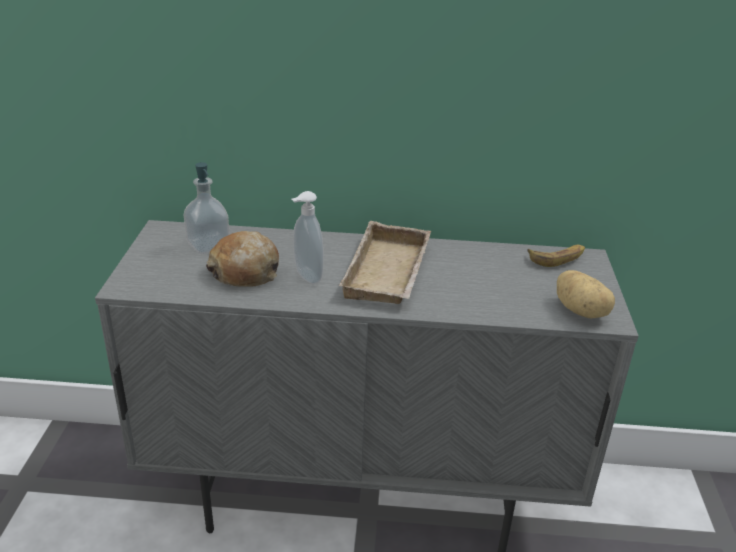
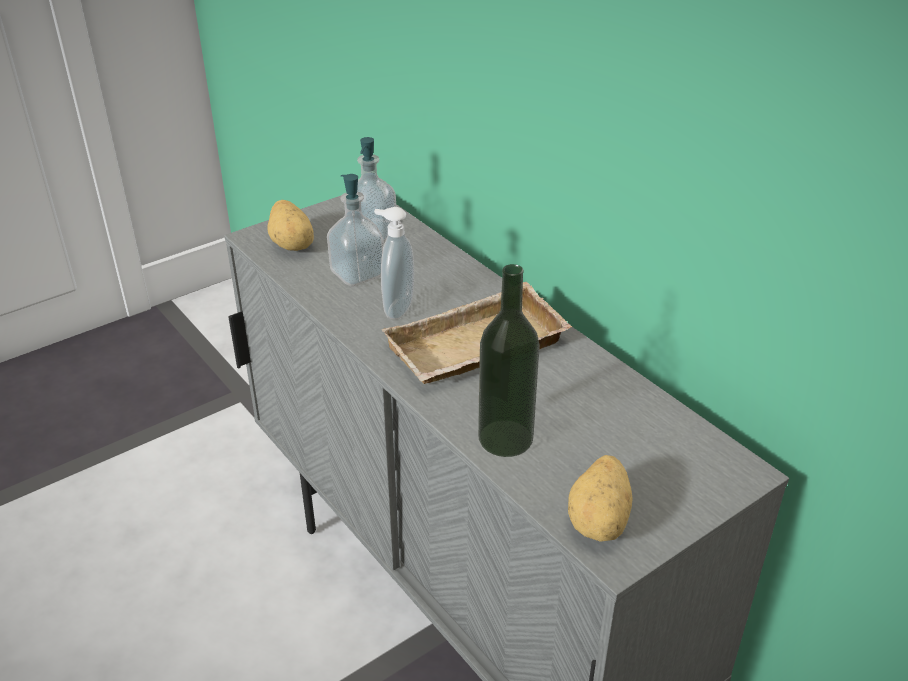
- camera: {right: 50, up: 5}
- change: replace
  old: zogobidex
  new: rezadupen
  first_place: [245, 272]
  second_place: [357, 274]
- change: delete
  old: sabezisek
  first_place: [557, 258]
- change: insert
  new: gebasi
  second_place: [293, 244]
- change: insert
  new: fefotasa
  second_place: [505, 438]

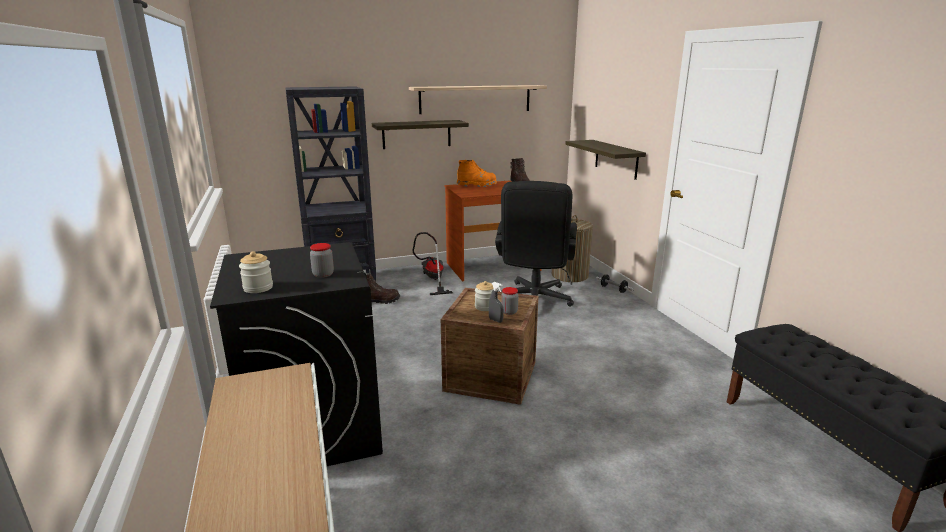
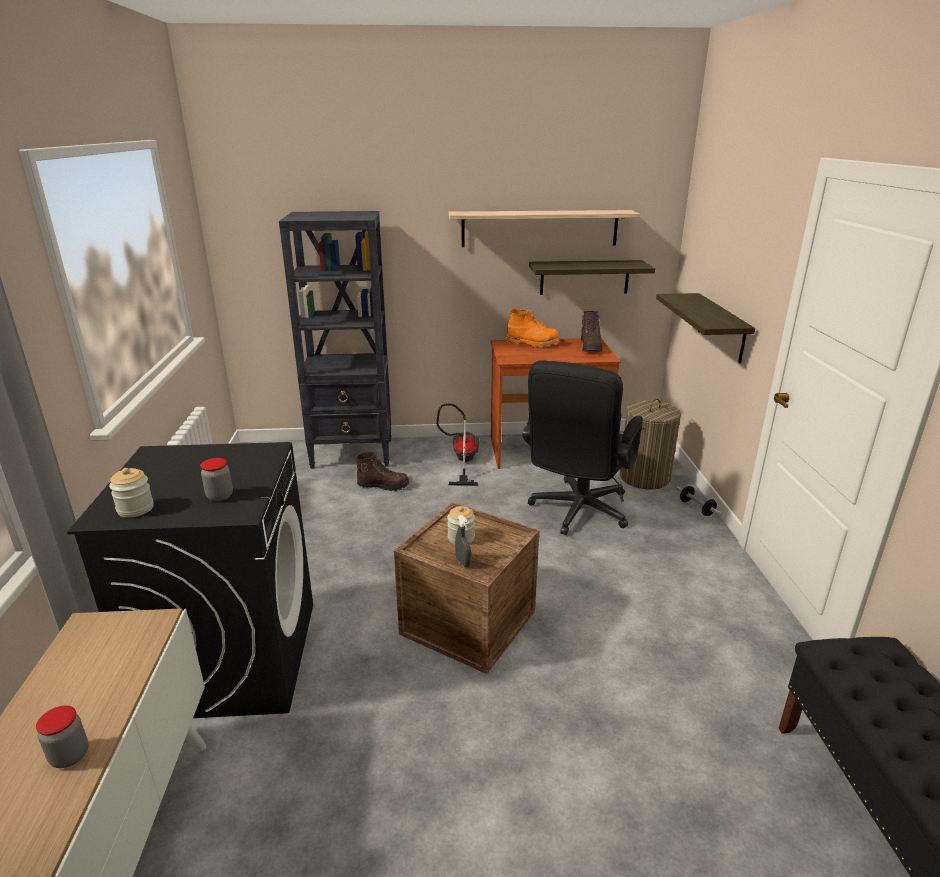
- camera: {right: 15, up: 5}
- change: move
  old: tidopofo
  first_place: [416, 134]
  second_place: [584, 277]
- change: move
  old: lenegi
  first_place: [509, 312]
  second_place: [70, 756]

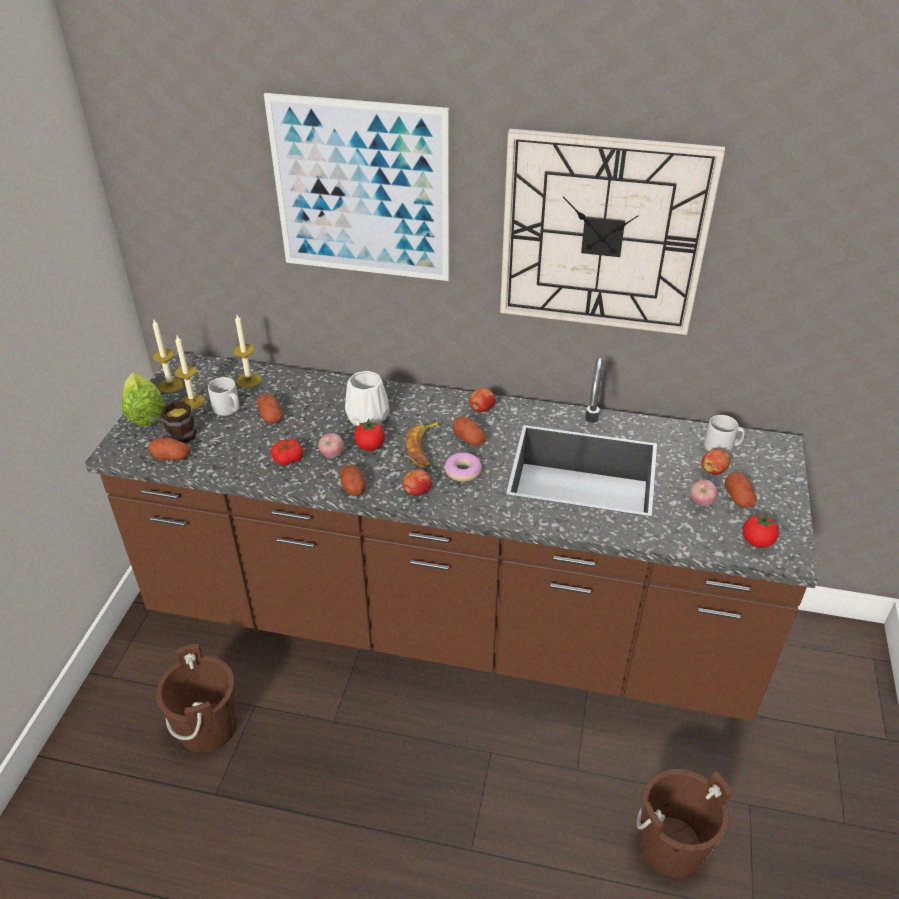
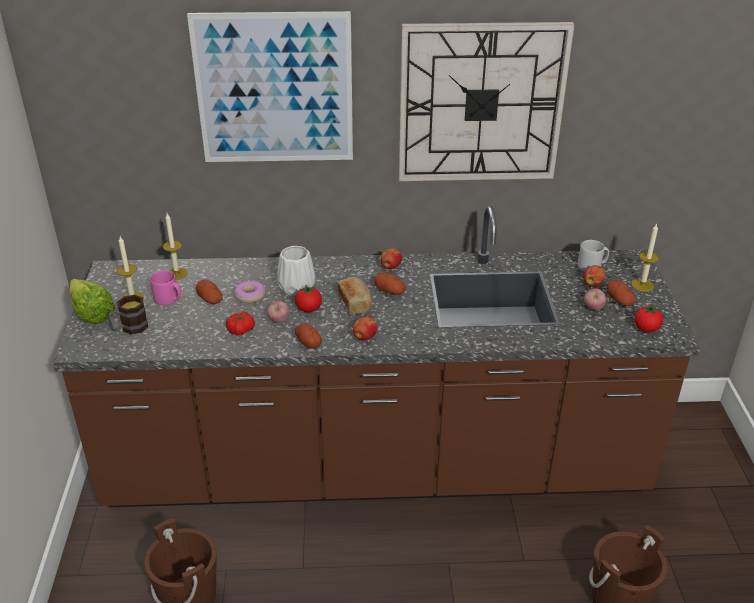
- camera: {right: -15, up: -5}
- change: delete
  old: gebasi
  first_place: [171, 457]
- change: move
  old: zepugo
  first_place: [170, 385]
  second_place: [642, 285]
- change: recolor
  old: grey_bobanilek
  new: pink_bobanilek
  first_place: [228, 409]
  second_place: [168, 299]
- change: replace
  old: sabezisek
  new: zogobidex
  first_place: [424, 447]
  second_place: [356, 303]
- change: move
  old: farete
  first_place: [463, 471]
  second_place: [250, 296]

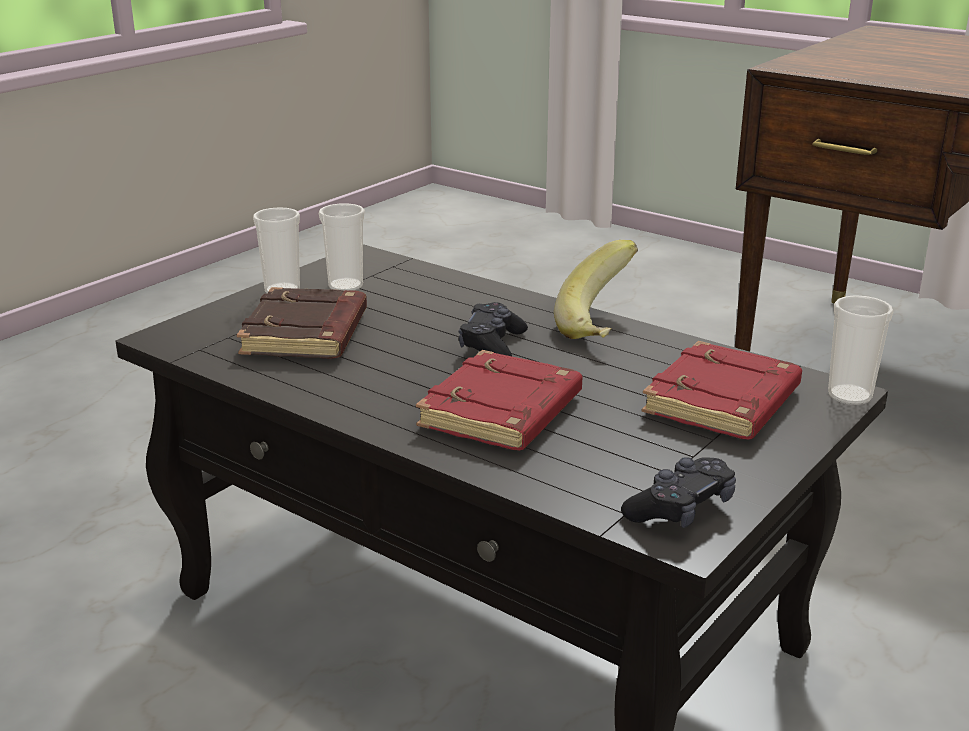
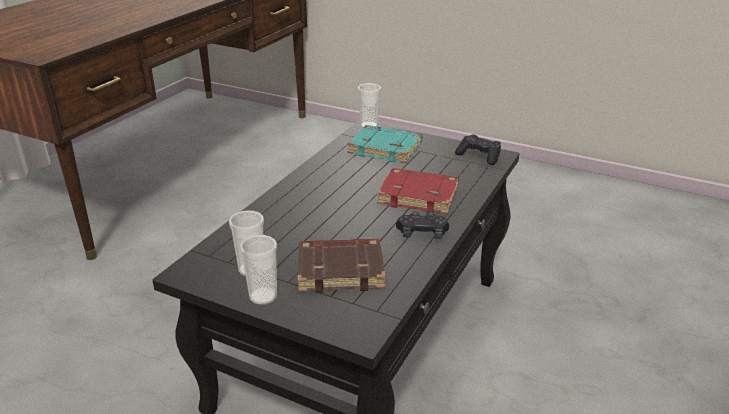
- camera: {right: -100, up: 5}
- change: move
  old: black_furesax
  first_place: [492, 345]
  second_place: [422, 233]
- change: delete
  old: sabezisek
  first_place: [604, 326]
- change: recolor
  old: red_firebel
  new: turquoise_firebel
  first_place: [723, 403]
  second_place: [386, 148]

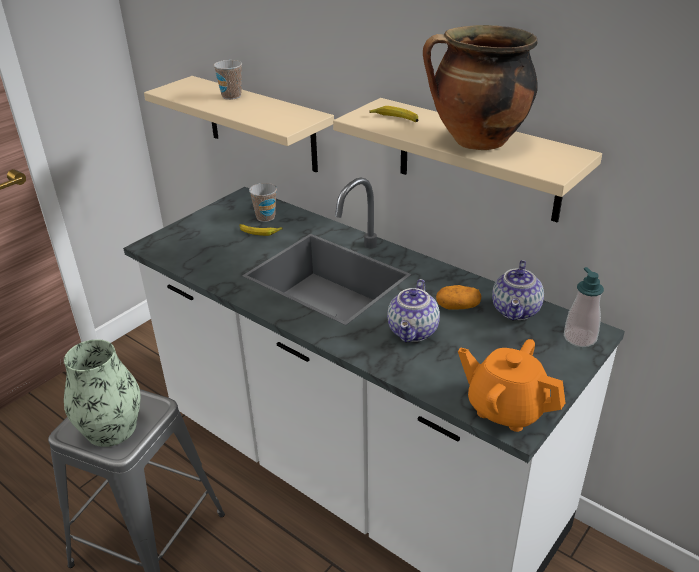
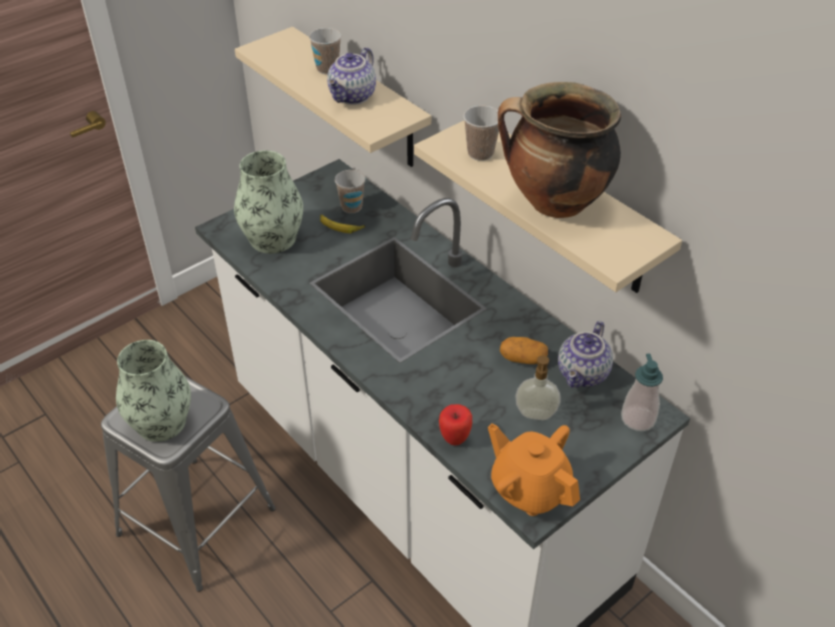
- camera: {right: 10, up: 10}
- change: replace
  old: sabezisek
  new: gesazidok
  first_place: [395, 119]
  second_place: [480, 153]
- change: move
  old: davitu
  first_place: [414, 332]
  second_place: [353, 97]
- change: insert
  new: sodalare
  second_place: [272, 238]
- change: insert
  new: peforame
  second_place: [455, 438]
- change: insert
  new: rezadupen
  second_place: [535, 415]

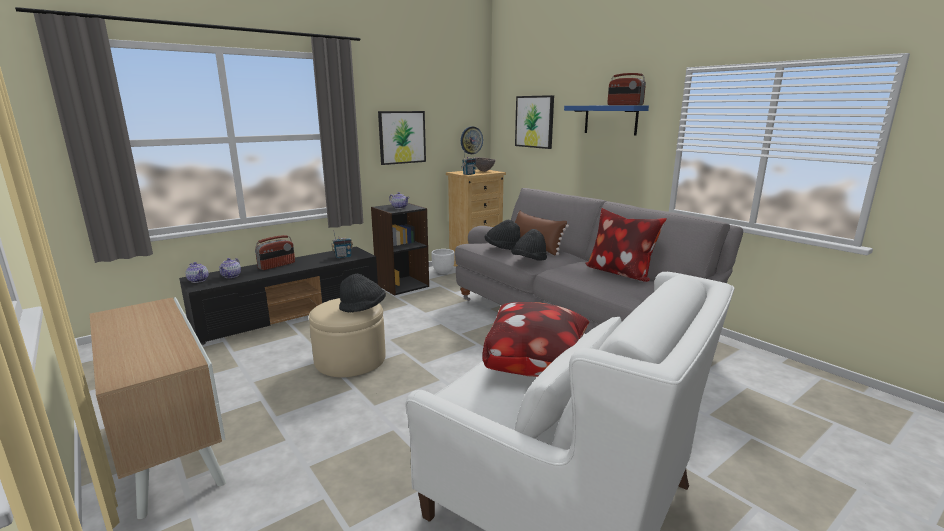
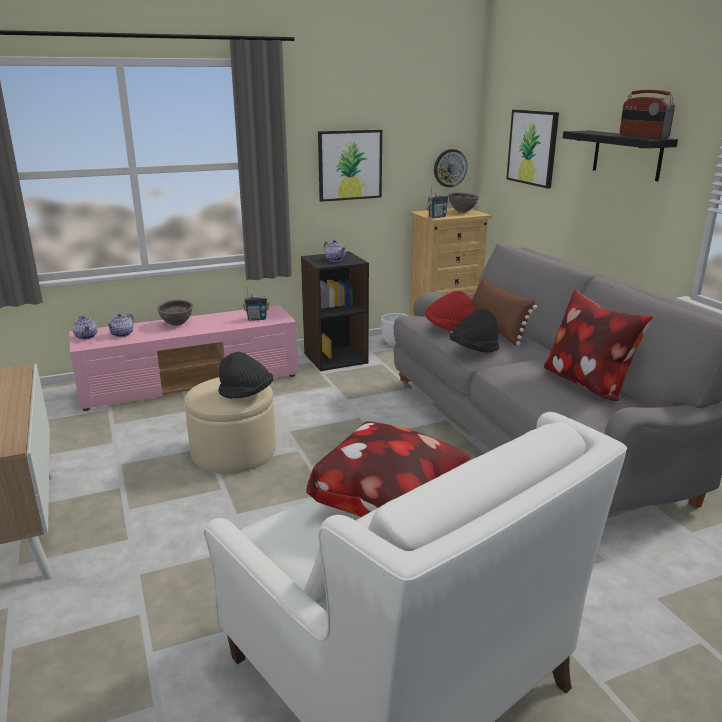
- camera: {right: 15, up: 5}
- change: recolor
  old: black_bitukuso
  new: pink_bitukuso
  first_place: [291, 313]
  second_place: [192, 382]
- change: replace
  old: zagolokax
  new: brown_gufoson
  first_place: [277, 265]
  second_place: [177, 325]
- change: recolor
  old: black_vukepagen
  new: red_vukepagen
  first_place: [502, 248]
  second_place: [449, 328]
- change: recolor
  old: blue_tidopofo
  new: black_tidopofo
  first_place: [610, 119]
  second_place: [627, 155]

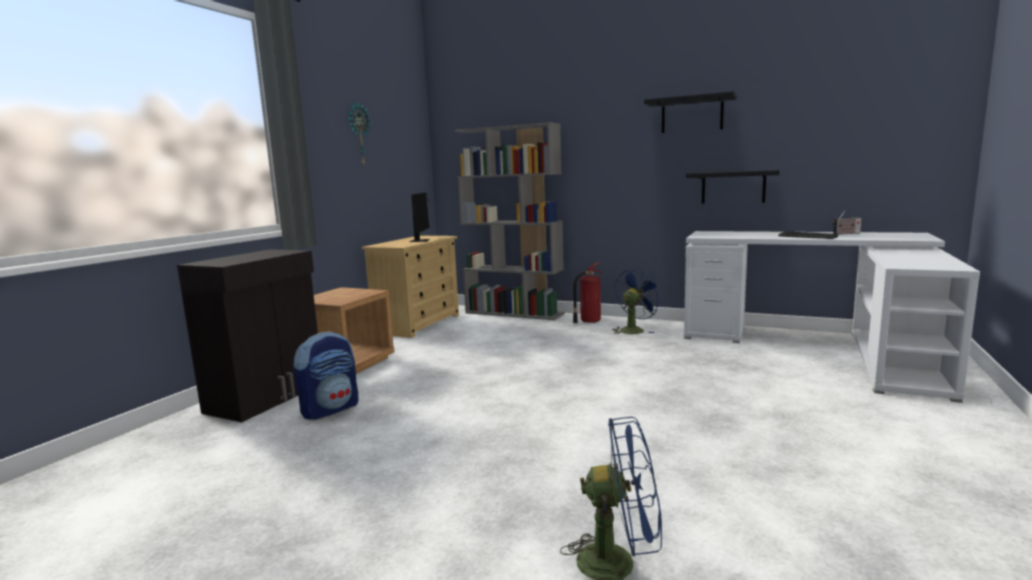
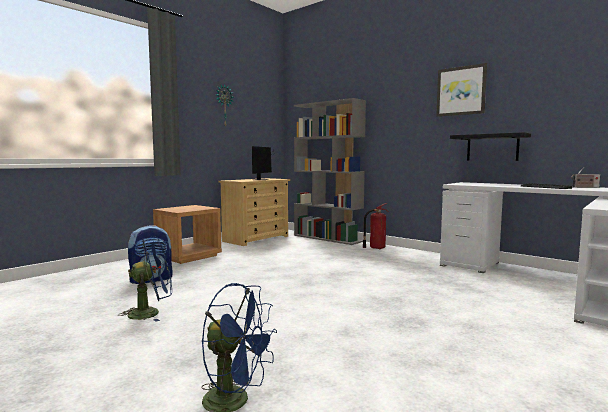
- camera: {right: 15, up: -5}
- change: delete
  old: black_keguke
  first_place: [268, 397]
- change: move
  old: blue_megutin
  first_place: [634, 330]
  second_place: [151, 313]
- change: replace
  old: black_tidopofo
  new: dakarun
  first_place: [692, 115]
  second_place: [461, 91]

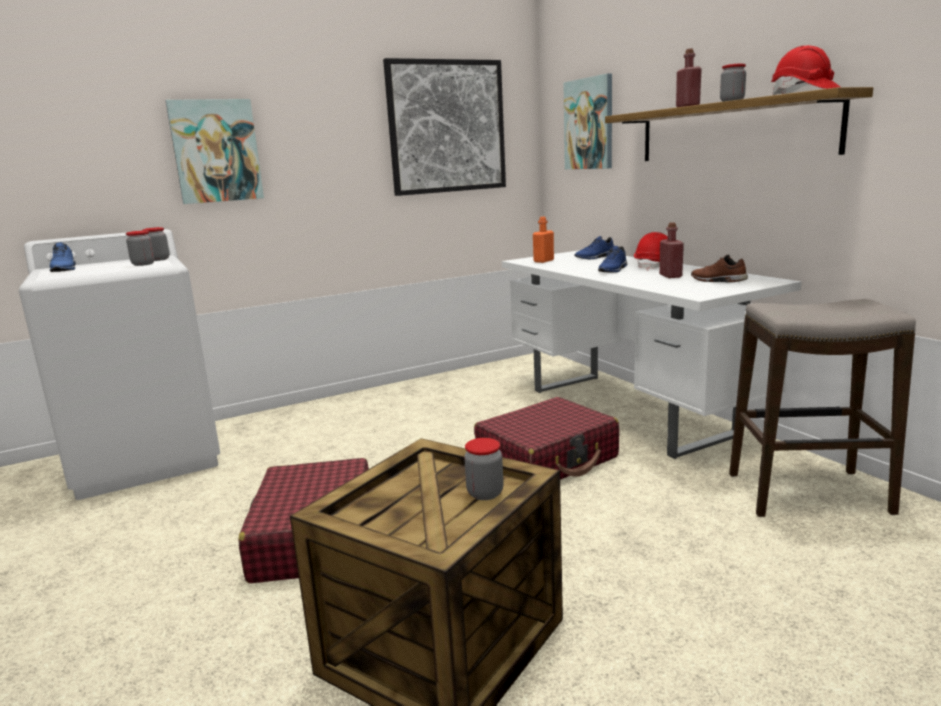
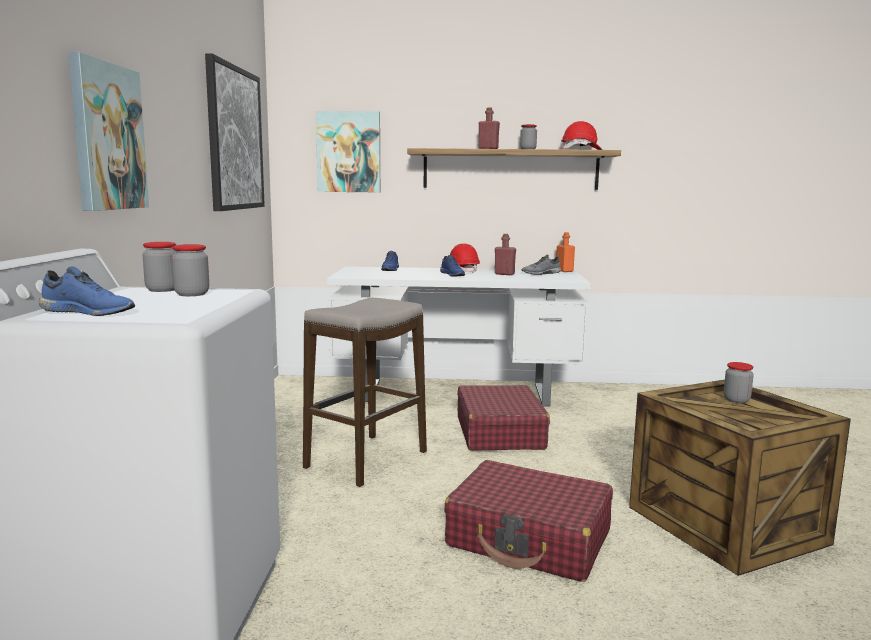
- camera: {right: -60, up: -5}
- change: move
  old: orange_fefotasa
  first_place: [543, 261]
  second_place: [564, 271]
- change: recolor
  old: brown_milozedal
  new: grey_milozedal
  first_place: [717, 281]
  second_place: [541, 273]
- change: move
  old: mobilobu
  first_place: [808, 494]
  second_place: [367, 460]

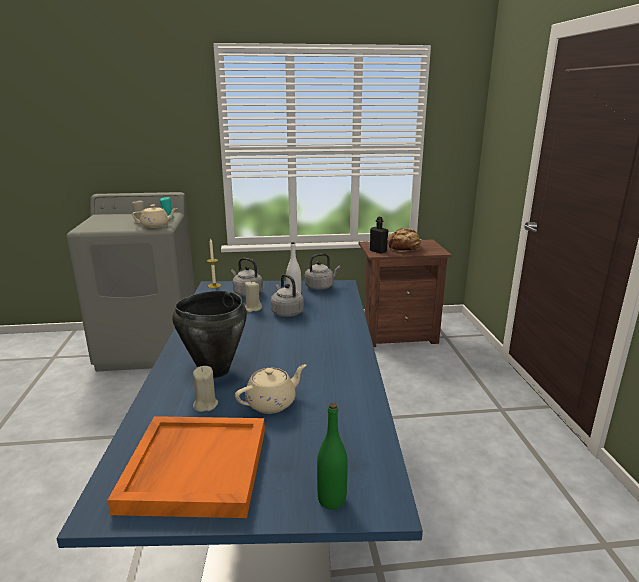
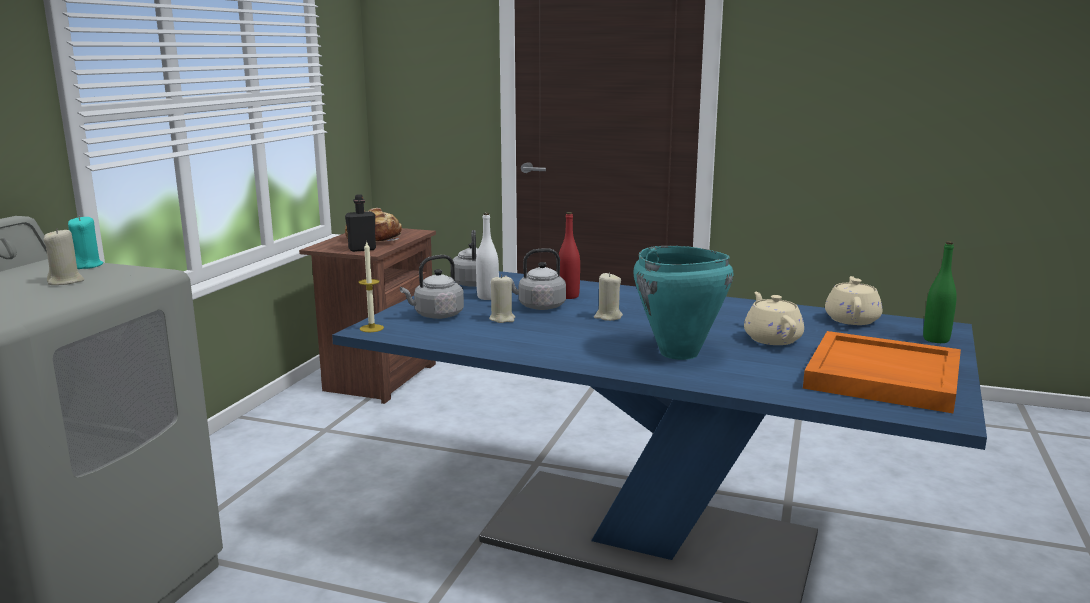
- camera: {right: -65, up: -5}
- change: move
  old: beige_davitu
  first_place: [156, 226]
  second_place: [852, 319]
- change: recolor
  old: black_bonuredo
  new: turquoise_bonuredo
  first_place: [214, 371]
  second_place: [679, 353]
- change: move
  old: beige_zepugo
  first_place: [205, 404]
  second_place: [608, 317]
- change: insert
  new: red_fefotasa
  second_place: [568, 296]

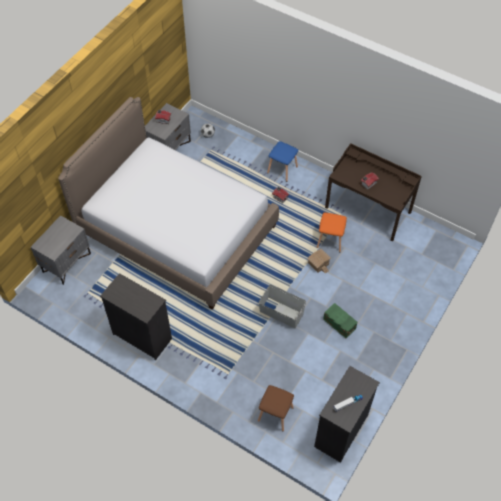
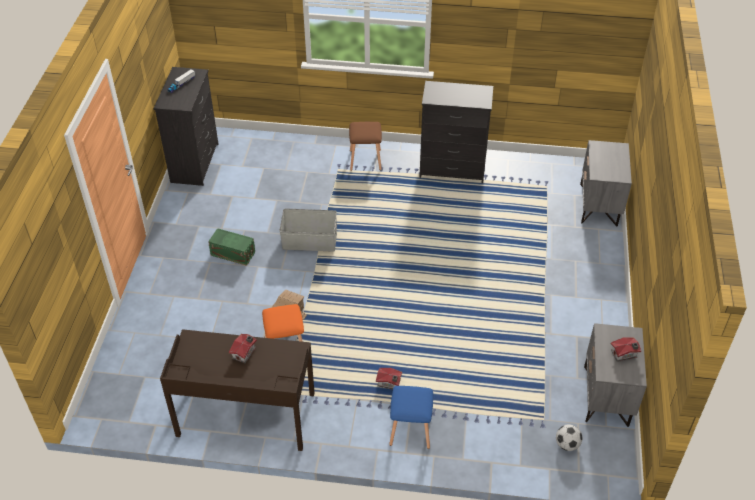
- camera: {right: 155, up: -10}
- change: delete
  old: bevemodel
  first_place: [177, 229]
- change: move
  old: brown_mobilobu
  first_place: [275, 414]
  second_place: [366, 160]

